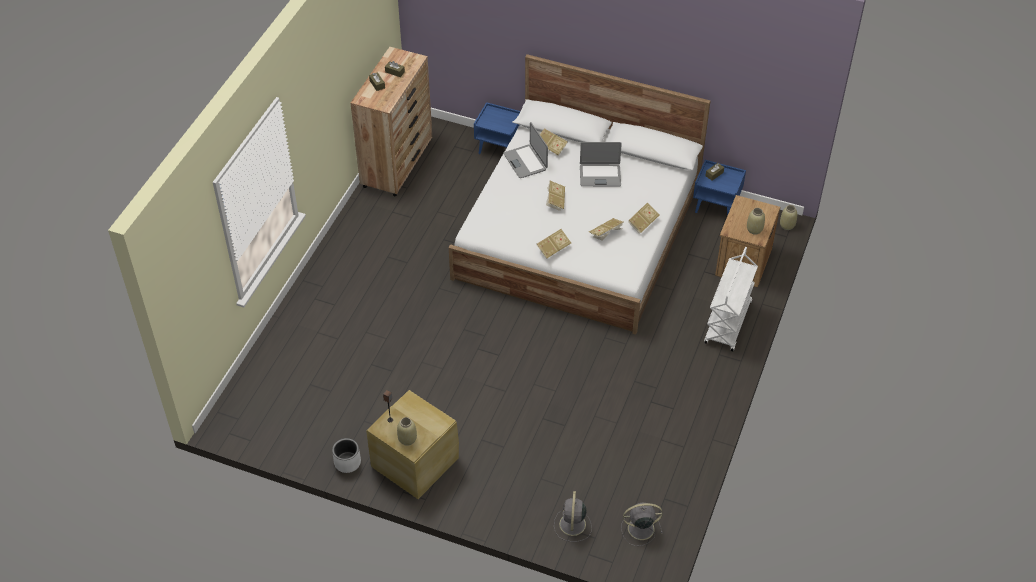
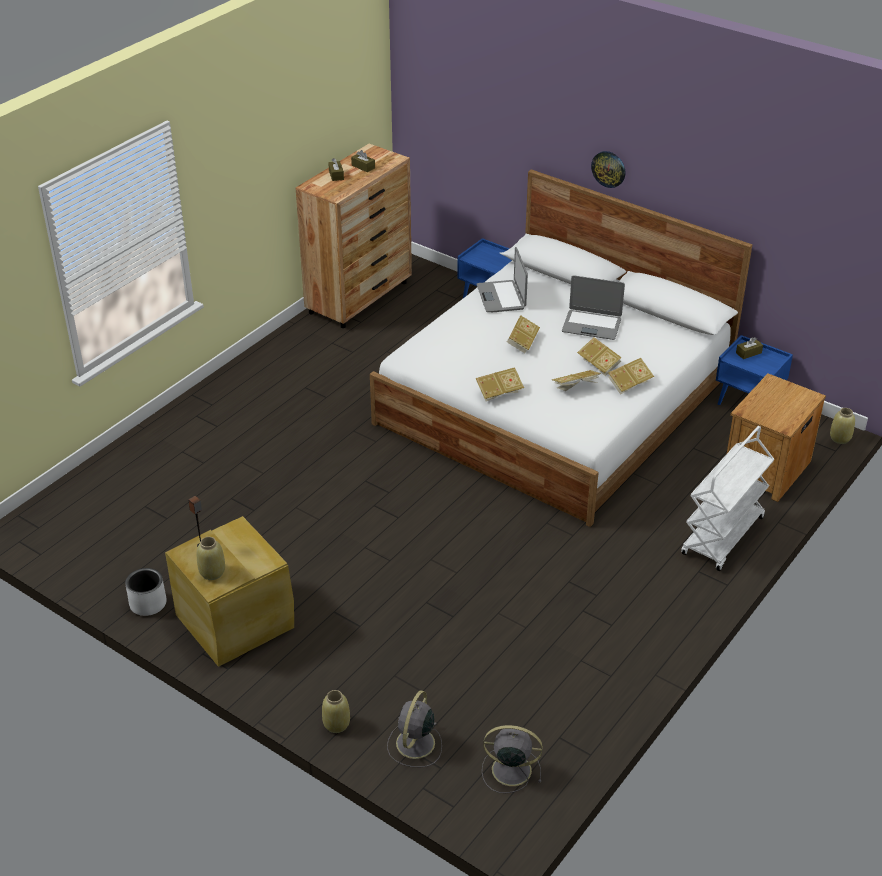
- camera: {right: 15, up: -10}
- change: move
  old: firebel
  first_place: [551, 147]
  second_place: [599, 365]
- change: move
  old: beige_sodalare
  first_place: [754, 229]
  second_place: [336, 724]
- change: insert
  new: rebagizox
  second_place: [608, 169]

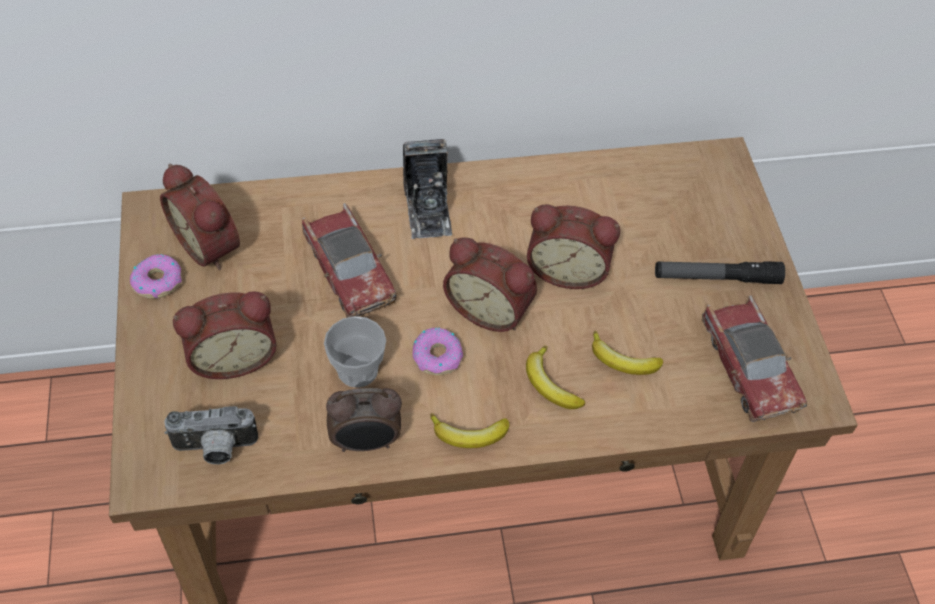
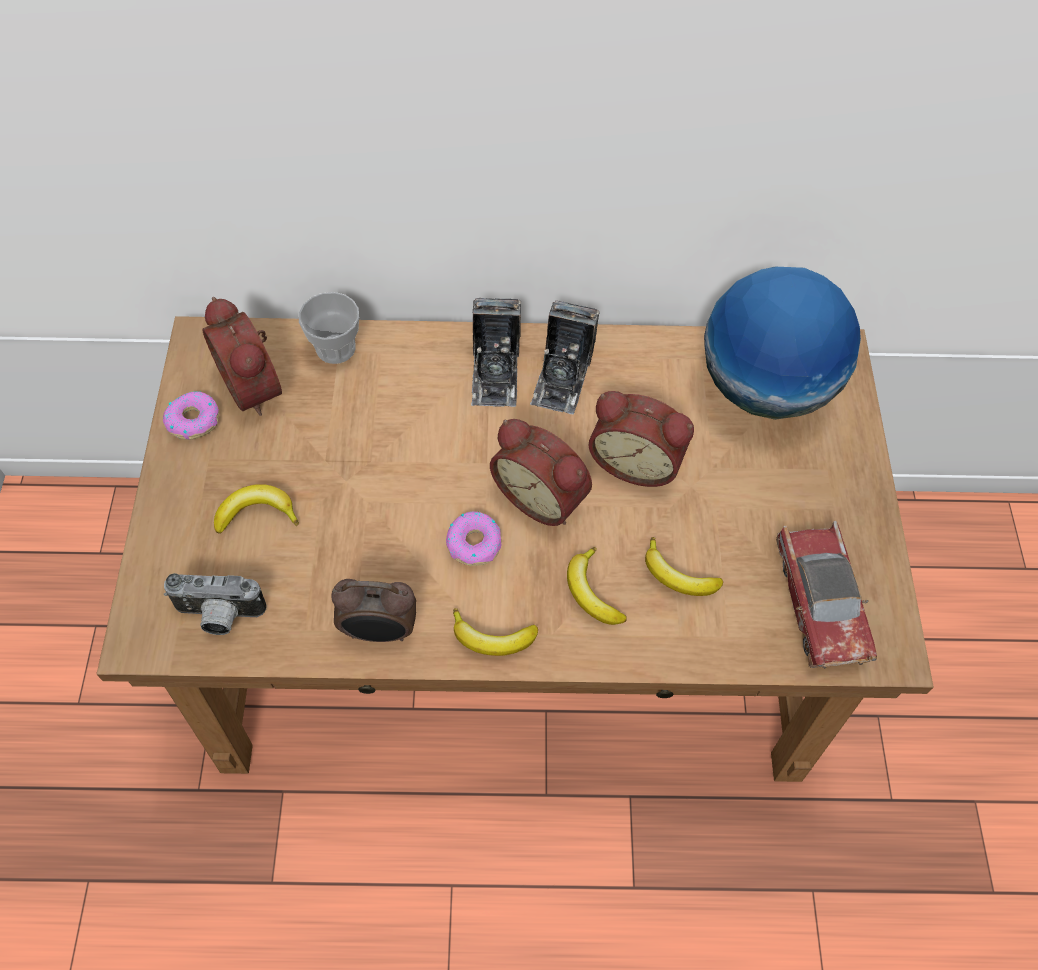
- camera: {right: 10, up: 5}
- change: replace
  old: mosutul
  new: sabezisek
  first_place: [233, 355]
  second_place: [257, 513]
- change: delete
  old: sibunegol
  first_place: [349, 270]
- change: move
  old: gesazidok
  first_place: [357, 370]
  second_place: [335, 348]
- change: delete
  old: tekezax
  first_place: [716, 278]
- change: insert
  new: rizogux
  second_place: [562, 377]
- change: insert
  new: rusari
  second_place: [764, 387]

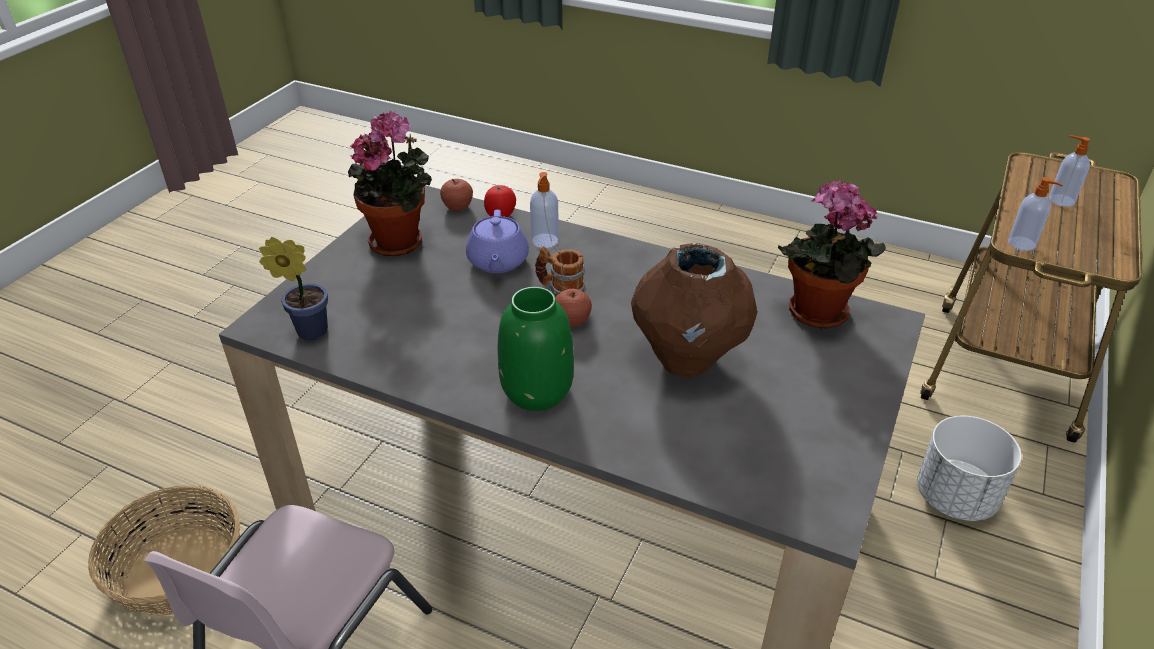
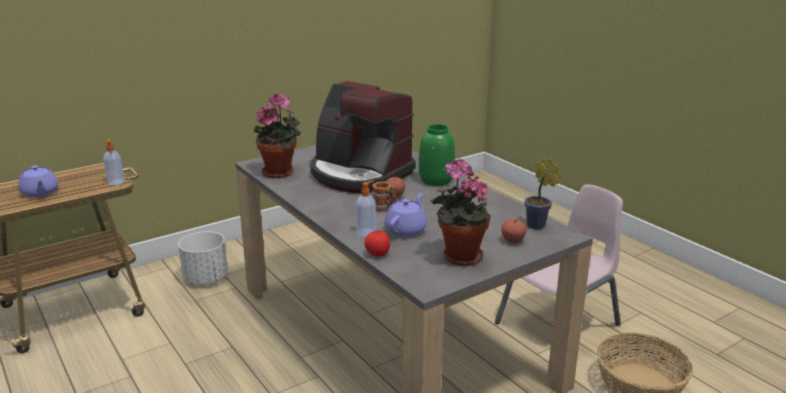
- camera: {right: -150, up: -15}
- change: move
  old: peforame
  first_place: [458, 207]
  second_place: [513, 241]
- change: replace
  old: brown_sodalare
  new: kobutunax
  first_place: [687, 359]
  second_place: [359, 174]
- change: replace
  old: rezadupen
  new: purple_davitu
  first_place: [1060, 200]
  second_place: [40, 193]

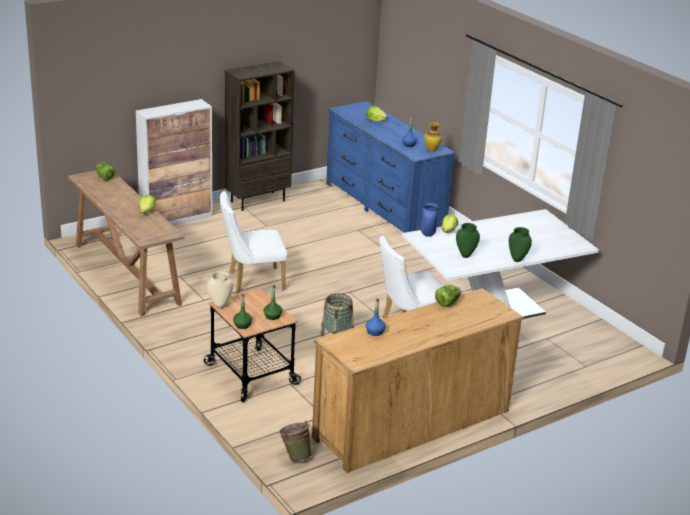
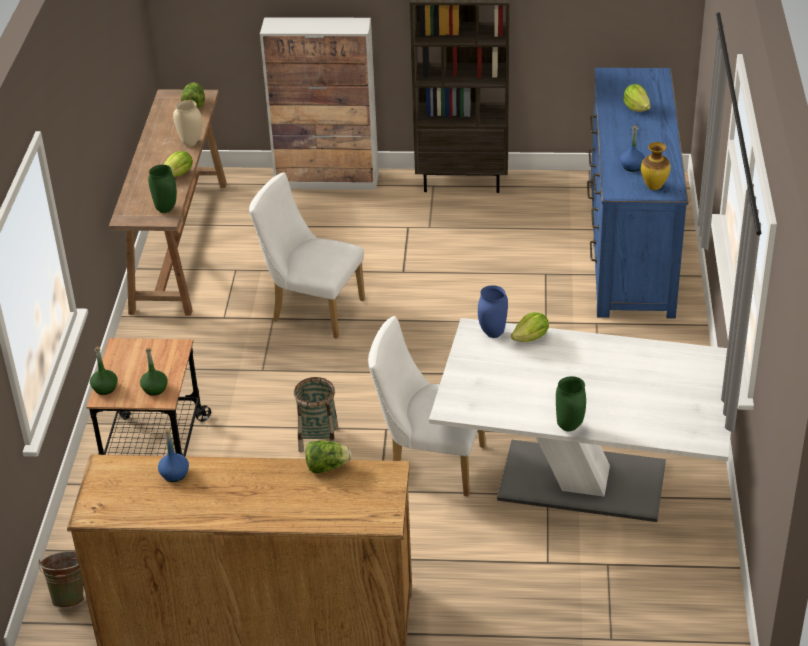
- camera: {right: 40, up: 10}
- change: move
  old: beige_sodalare
  first_place: [220, 306]
  second_place: [190, 143]
- change: move
  old: green_sodalare
  first_place: [465, 256]
  second_place: [165, 210]

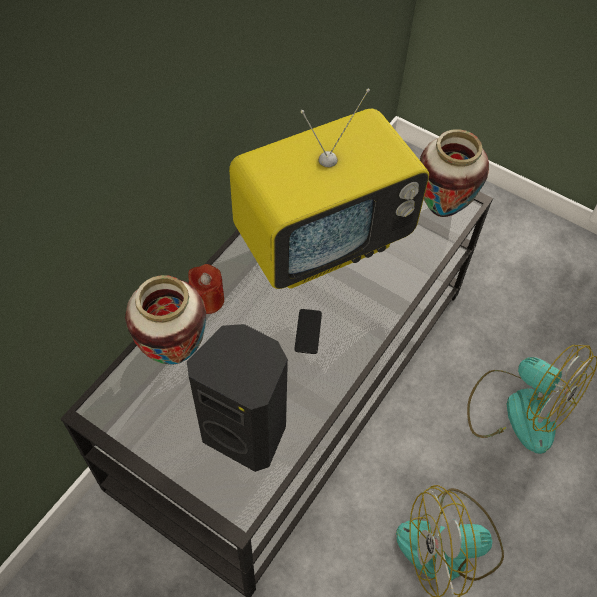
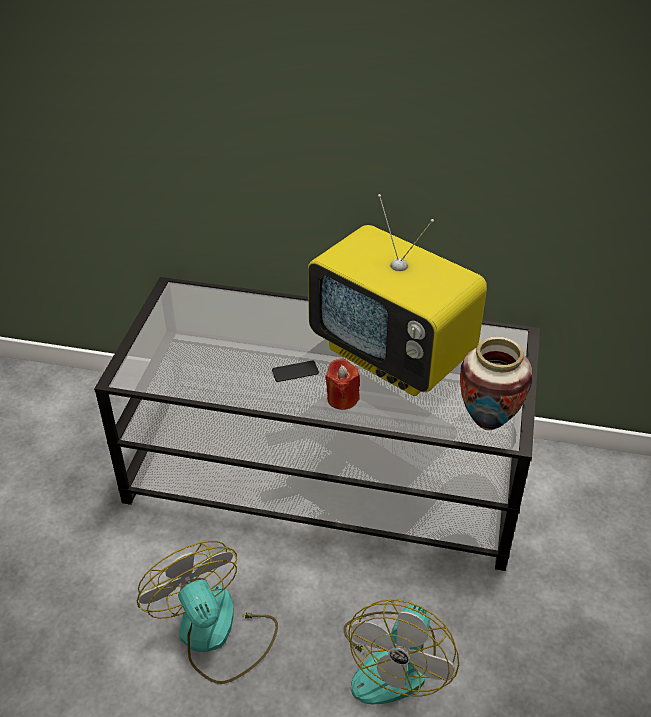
- camera: {right: 70, up: -15}
- change: delete
  old: sodalare
  first_place: [174, 353]
- change: delete
  old: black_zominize
  first_place: [246, 431]
- change: move
  old: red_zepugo
  first_place: [207, 300]
  second_place: [342, 399]

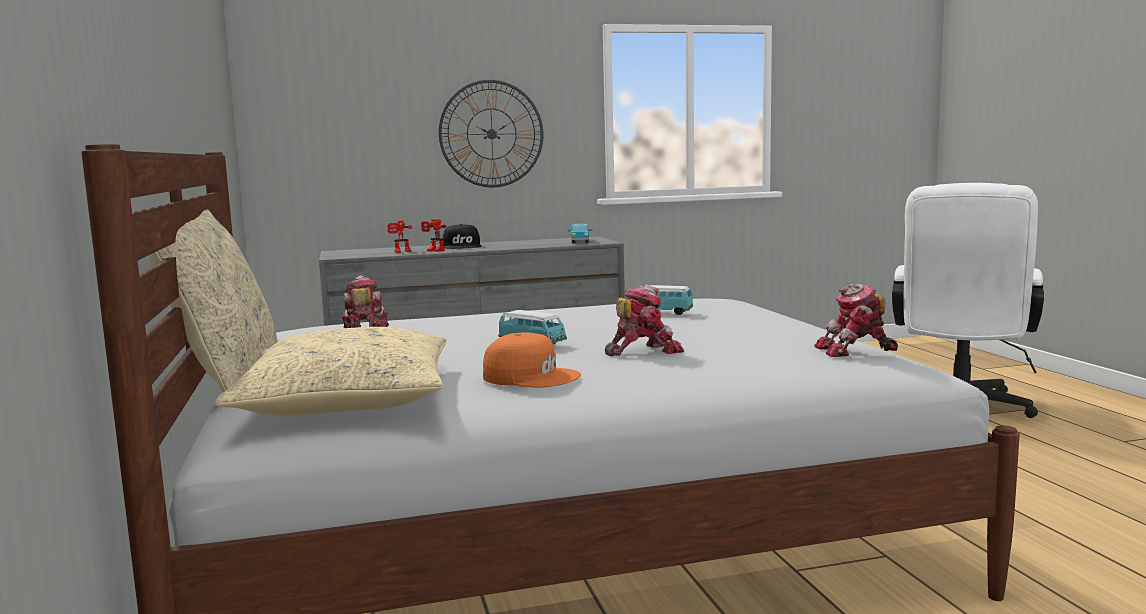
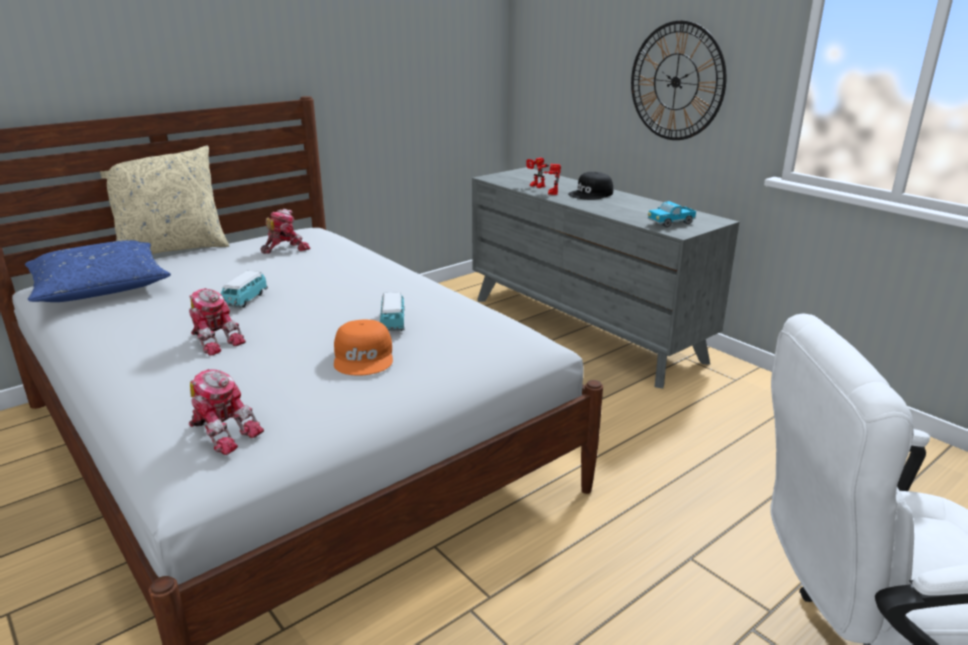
- camera: {right: 65, up: 15}
- change: recolor
  old: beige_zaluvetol
  new: blue_zaluvetol
  first_place: [347, 399]
  second_place: [99, 287]
- change: move
  old: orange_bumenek
  first_place: [531, 376]
  second_place: [364, 357]
- change: rotate
  old: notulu
  first_place: [855, 351]
  second_place: [223, 432]
  degrees: 150

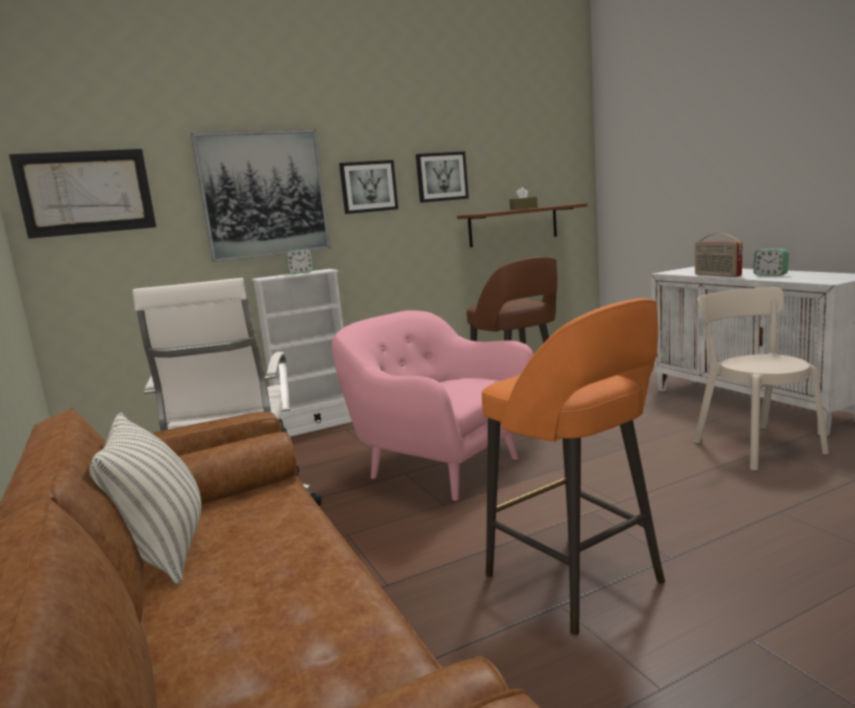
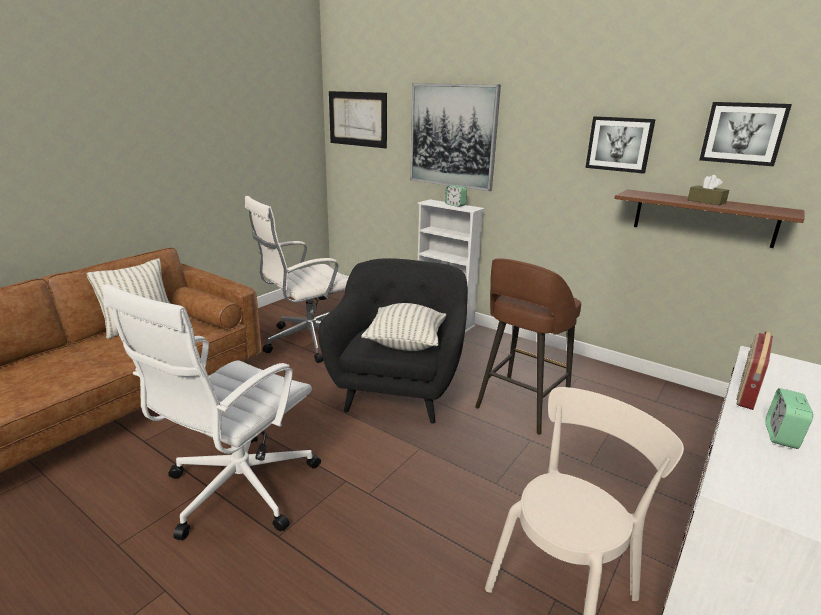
- camera: {right: 60, up: 10}
- change: recolor
  old: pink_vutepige
  new: black_vutepige
  first_place: [440, 466]
  second_place: [399, 391]
- change: move
  old: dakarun
  first_place: [368, 187]
  second_place: [743, 133]
- change: replace
  old: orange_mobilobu
  new: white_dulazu
  first_place: [576, 581]
  second_place: [237, 490]
- change: insert
  new: zaluvetol
  second_place: [405, 343]

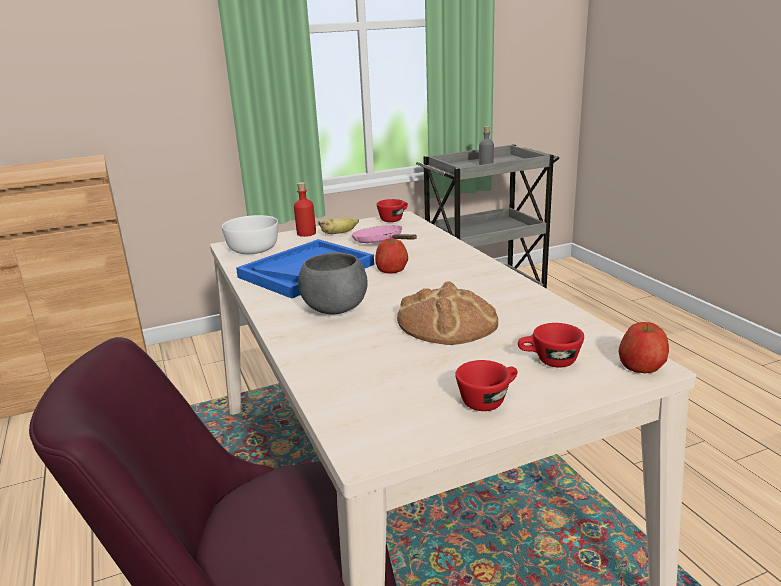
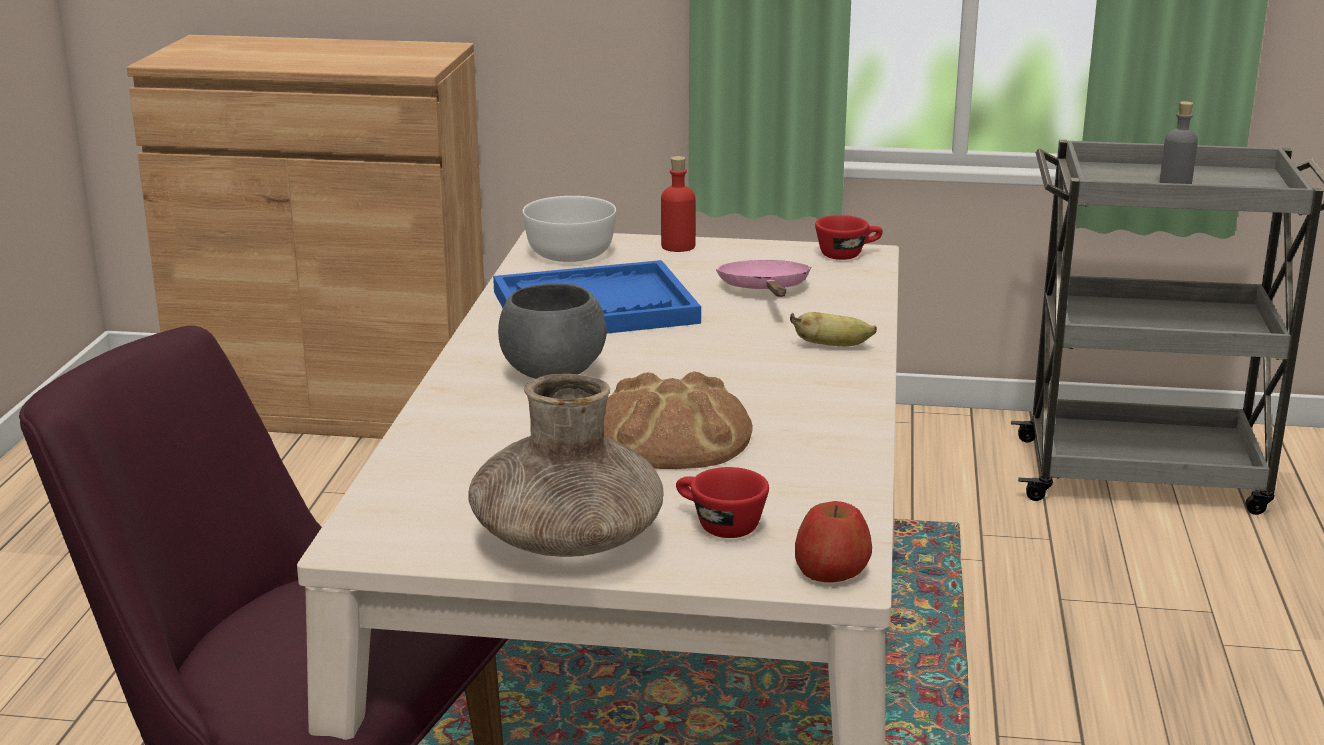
- camera: {right: 30, up: 0}
- change: move
  old: sabezisek
  first_place: [339, 233]
  second_place: [833, 346]
- change: delete
  old: peforame
  first_place: [391, 269]
- change: replace
  old: red_gesazidok
  new: brown_sodalare
  first_place: [488, 400]
  second_place: [567, 541]

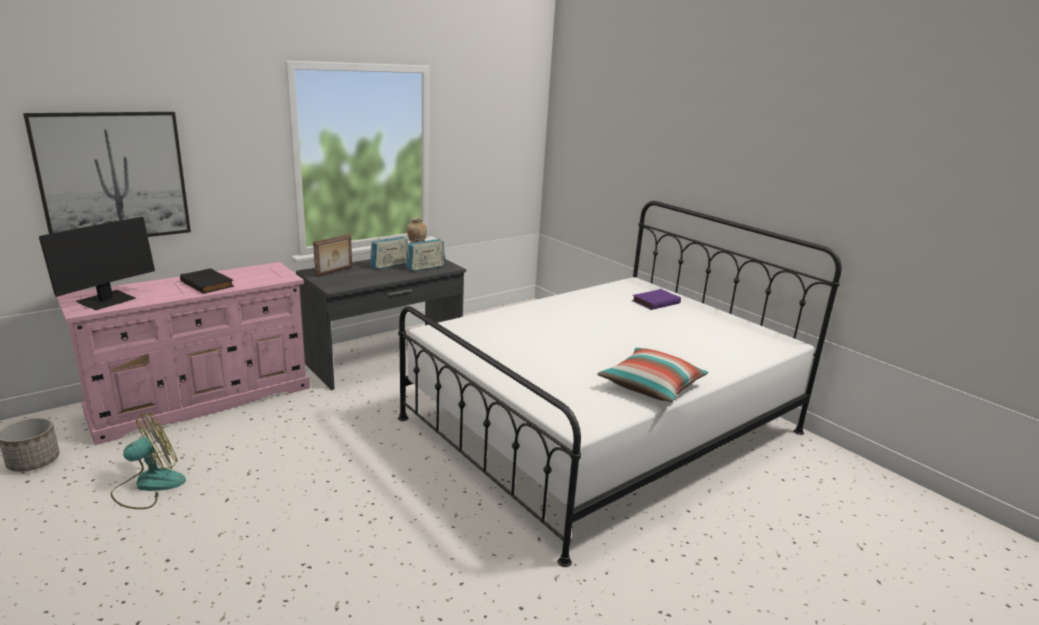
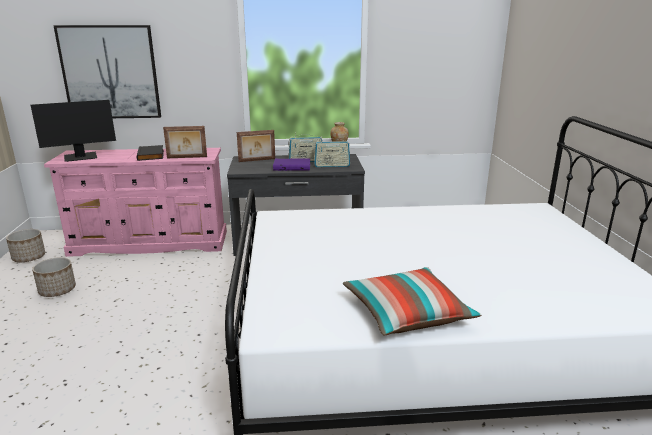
- camera: {right: 35, up: 0}
- change: replace
  old: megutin
  new: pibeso
  first_place: [148, 485]
  second_place: [57, 290]
- change: move
  old: purple_firebel
  first_place: [655, 301]
  second_place: [292, 167]
- change: insert
  new: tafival
  second_place: [187, 157]

